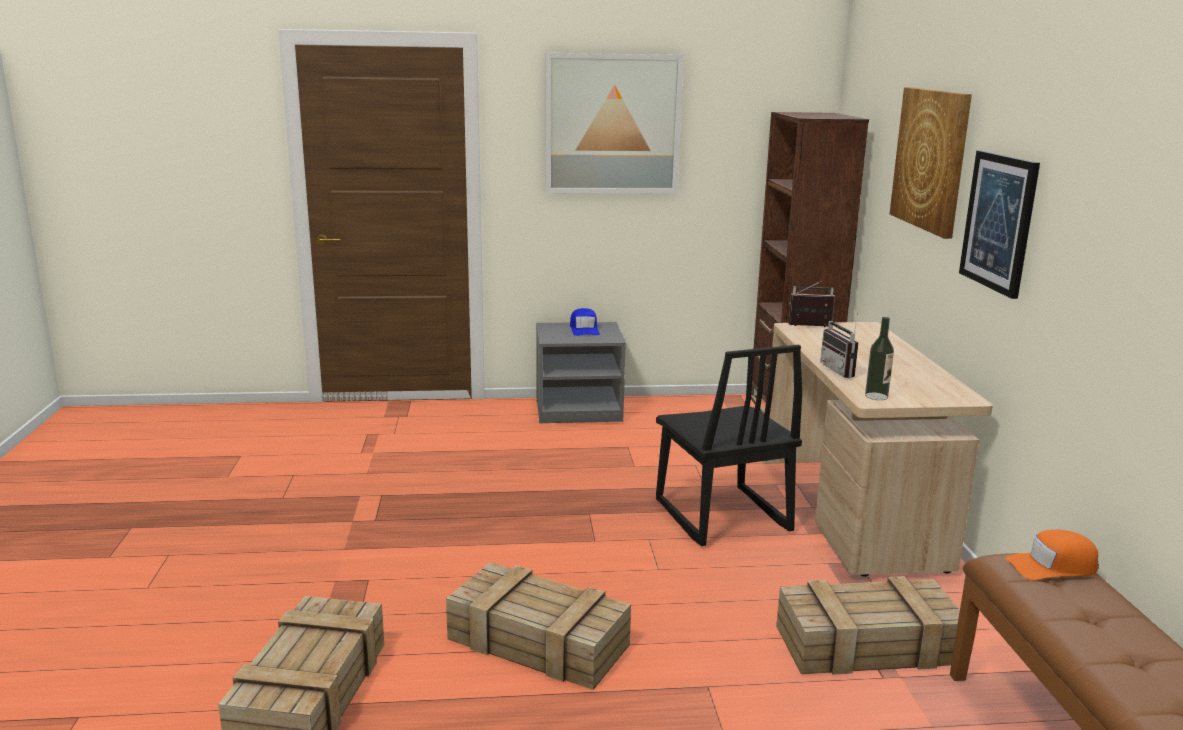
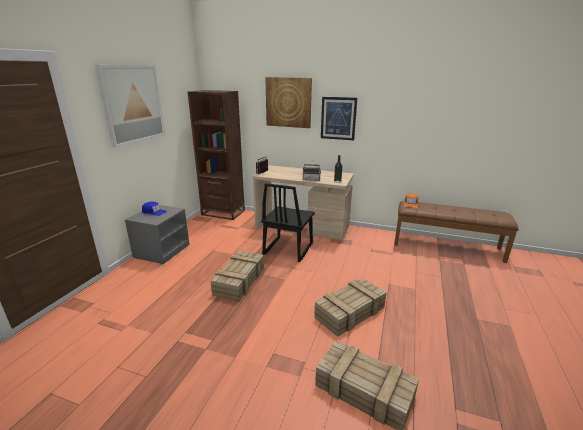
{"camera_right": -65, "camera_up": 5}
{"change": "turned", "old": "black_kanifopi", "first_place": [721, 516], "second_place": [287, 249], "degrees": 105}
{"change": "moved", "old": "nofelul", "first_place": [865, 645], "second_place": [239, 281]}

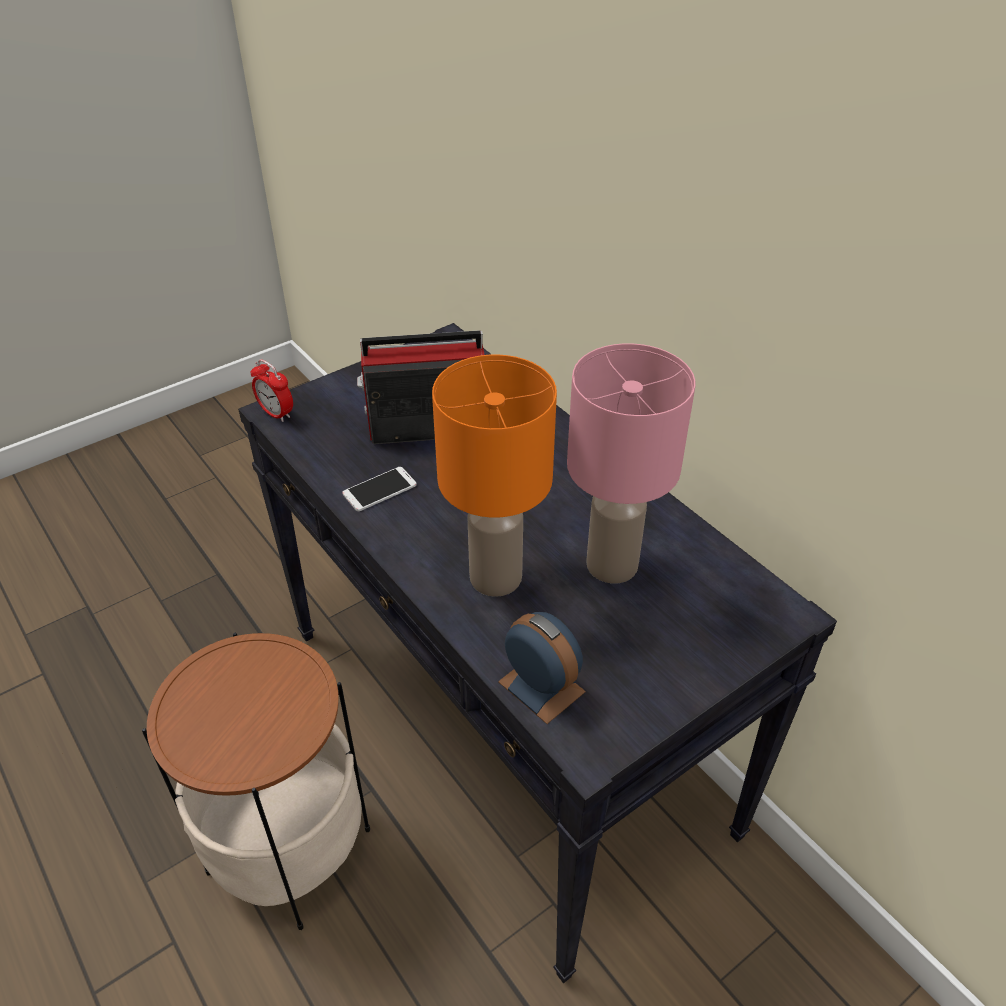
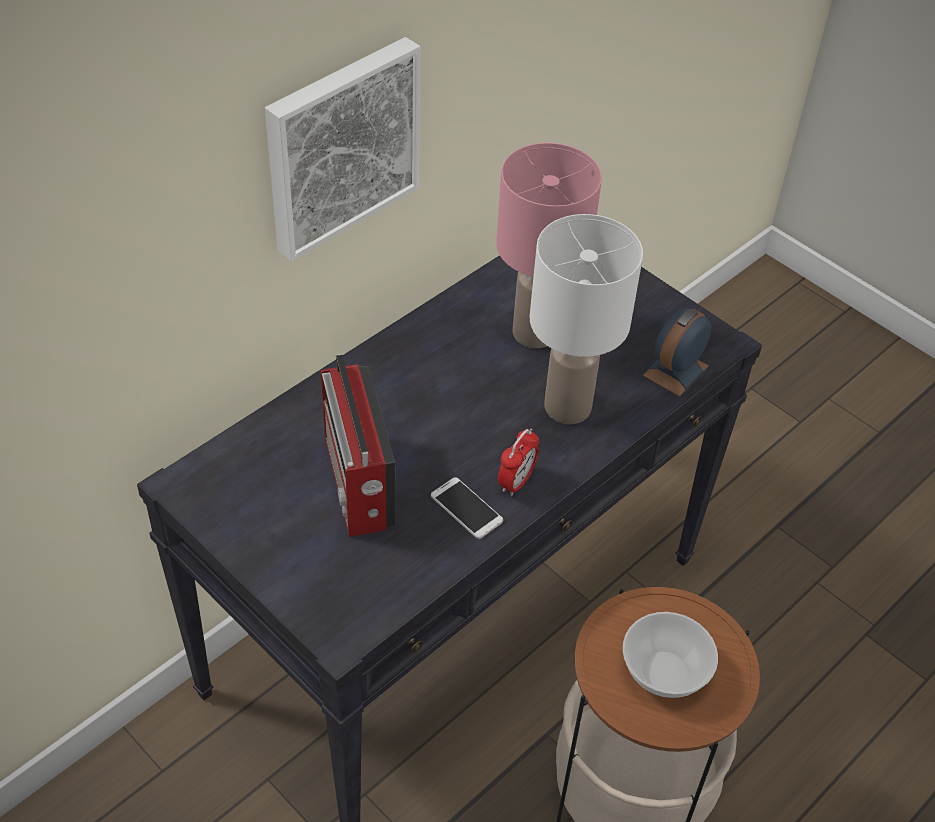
{"camera_right": -100, "camera_up": 5}
{"change": "recoloured", "old": "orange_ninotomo", "new": "white_ninotomo", "first_place": [497, 578], "second_place": [568, 405]}
{"change": "moved", "old": "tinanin", "first_place": [276, 413], "second_place": [516, 482]}
{"change": "added", "new": "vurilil", "second_place": [340, 145]}
{"change": "added", "new": "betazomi", "second_place": [663, 674]}

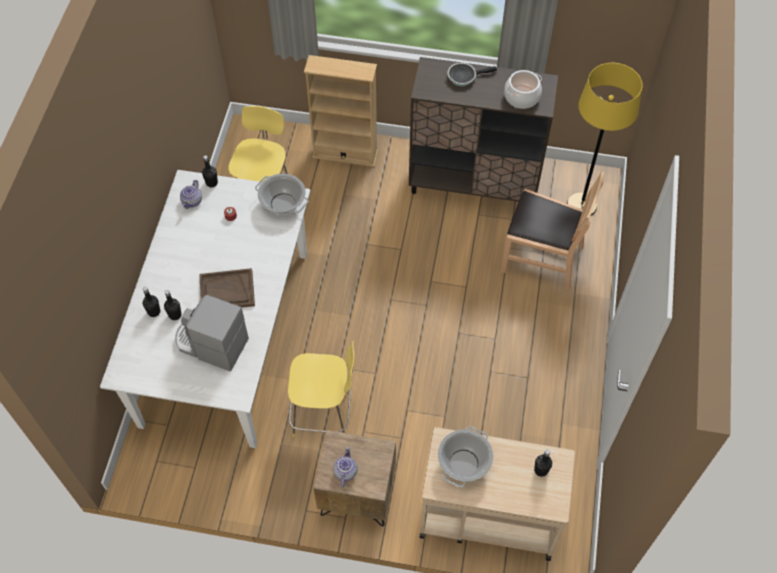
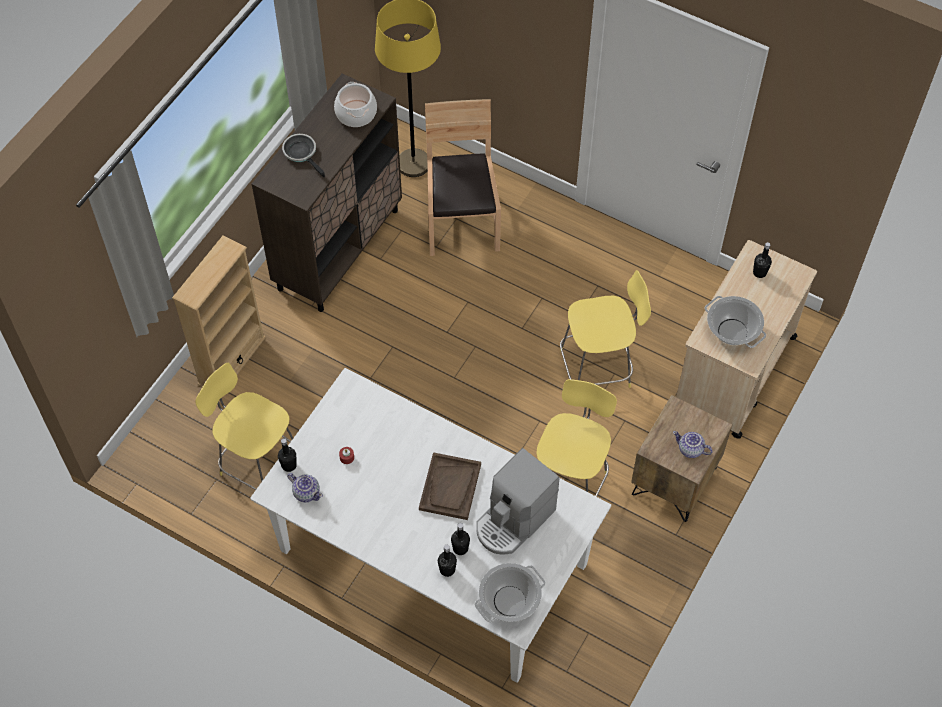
{"camera_right": -70, "camera_up": 0}
{"change": "turned", "old": "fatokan", "first_place": [464, 77], "second_place": [302, 153], "degrees": 135}
{"change": "turned", "old": "brown_kanifopi", "first_place": [542, 257], "second_place": [461, 221], "degrees": -45}
{"change": "moved", "old": "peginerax", "first_place": [282, 203], "second_place": [509, 602]}
{"change": "added", "new": "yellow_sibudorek", "second_place": [598, 368]}

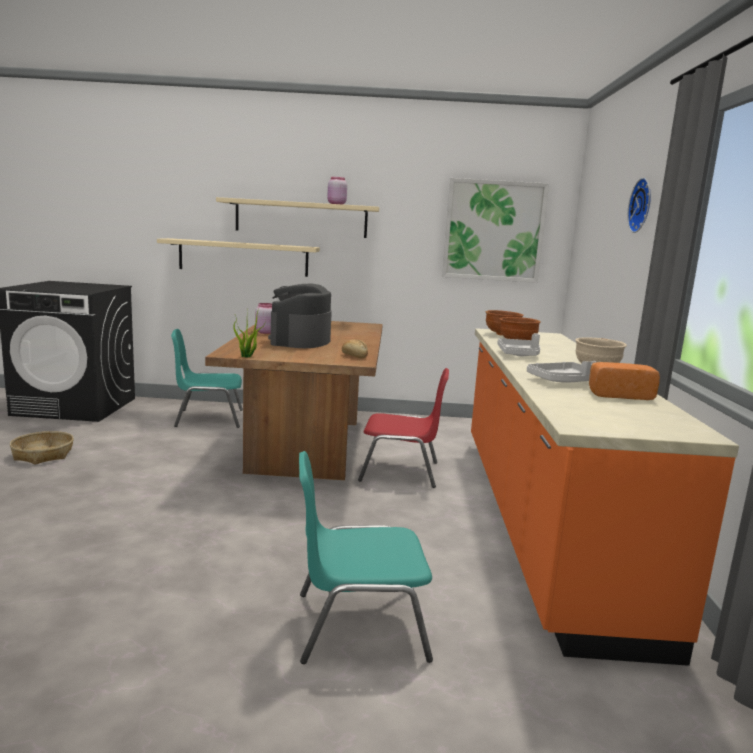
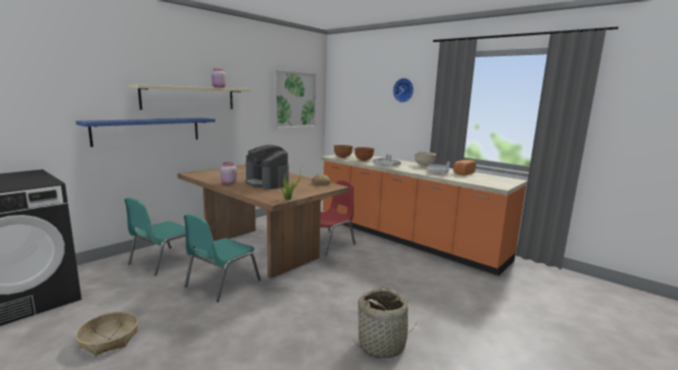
{"camera_right": -50, "camera_up": 0}
{"change": "recoloured", "old": "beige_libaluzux", "new": "blue_libaluzux", "first_place": [243, 257], "second_place": [148, 131]}
{"change": "moved", "old": "turquoise_kanifopi", "first_place": [358, 624], "second_place": [221, 283]}
{"change": "added", "new": "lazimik", "second_place": [382, 345]}

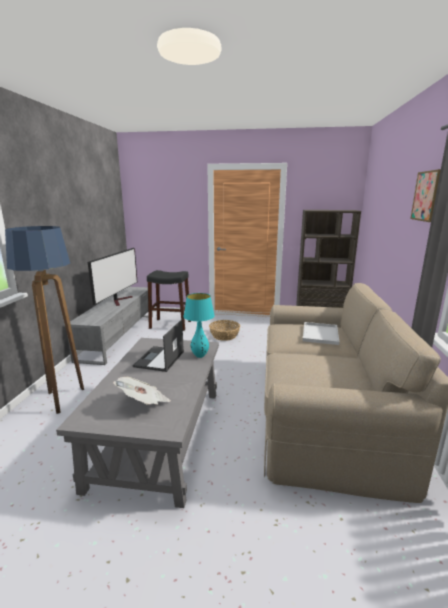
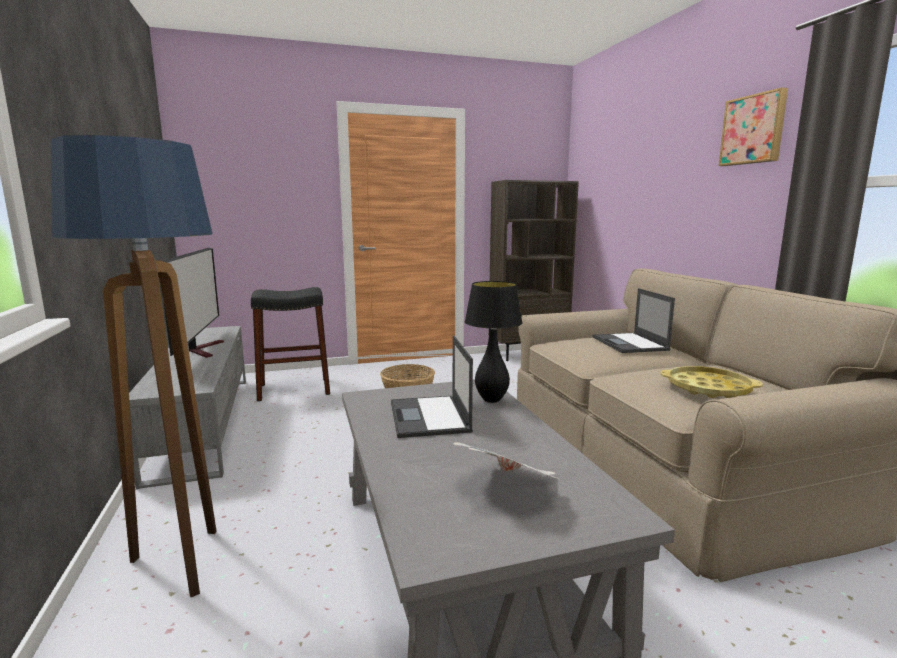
{"camera_right": -25, "camera_up": -5}
{"change": "recoloured", "old": "turquoise_ninotomo", "new": "black_ninotomo", "first_place": [200, 356], "second_place": [491, 400]}
{"change": "replaced", "old": "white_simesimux", "new": "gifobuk", "first_place": [320, 334], "second_place": [630, 344]}
{"change": "added", "new": "yellow_simesimux", "second_place": [708, 388]}

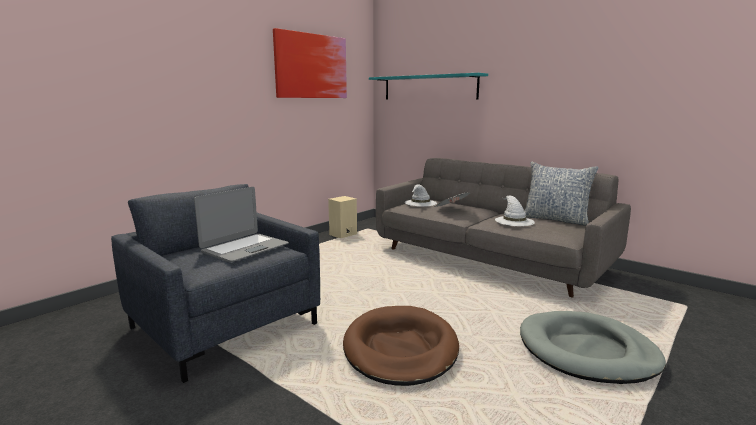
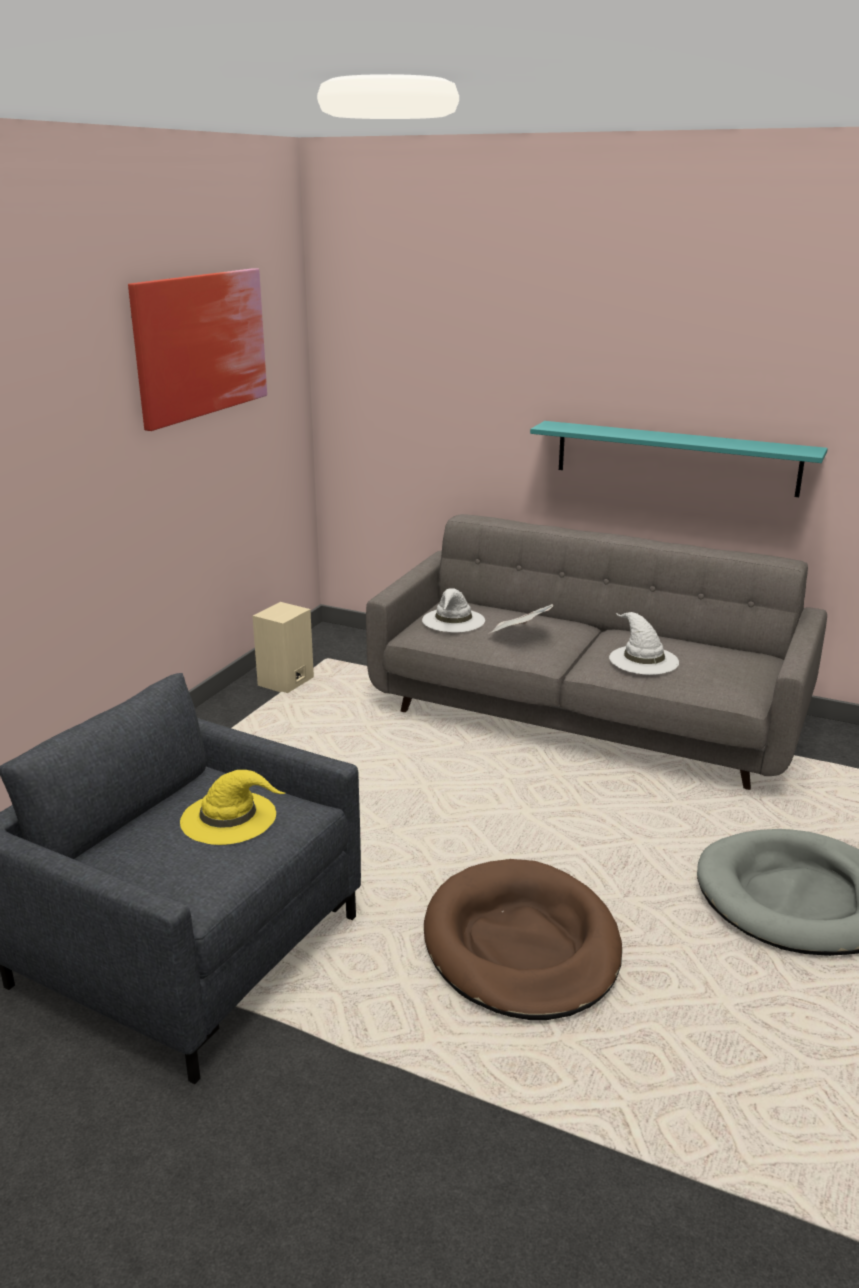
{"camera_right": -15, "camera_up": 10}
{"change": "moved", "old": "turquoise_libaluzux", "first_place": [429, 87], "second_place": [676, 458]}
{"change": "removed", "old": "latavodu", "first_place": [555, 219]}
{"change": "replaced", "old": "gifobuk", "new": "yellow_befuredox", "first_place": [244, 248], "second_place": [230, 817]}

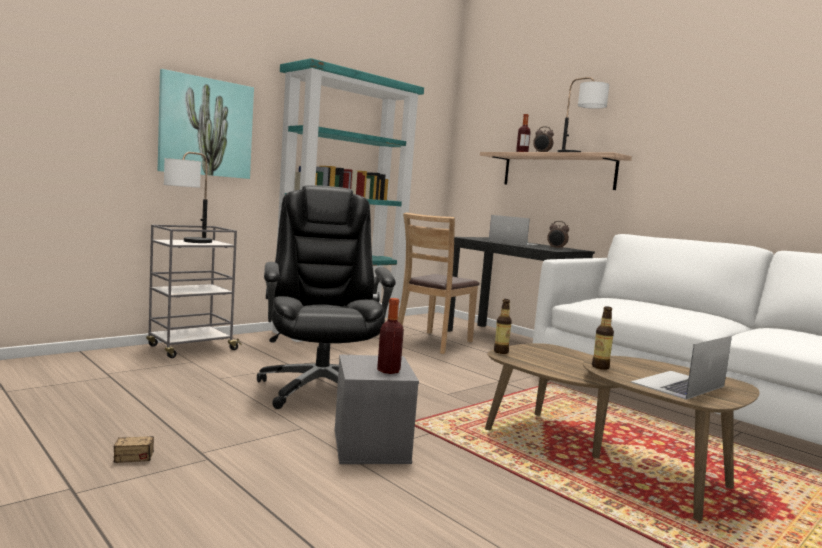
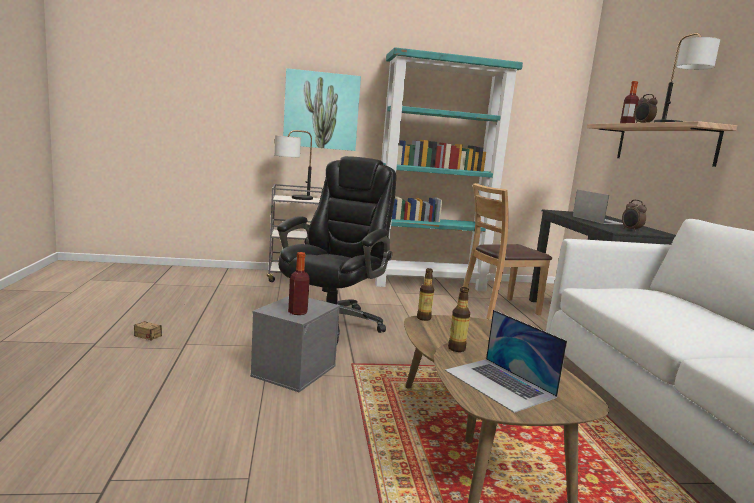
{"camera_right": 35, "camera_up": 5}
{"change": "turned", "old": "gifobuk", "first_place": [678, 384], "second_place": [499, 383], "degrees": -120}

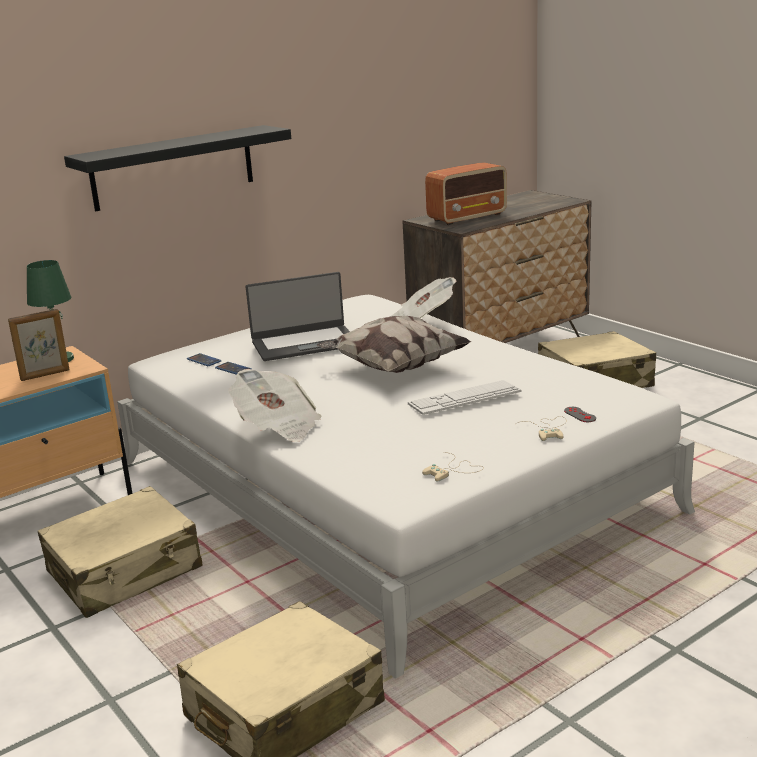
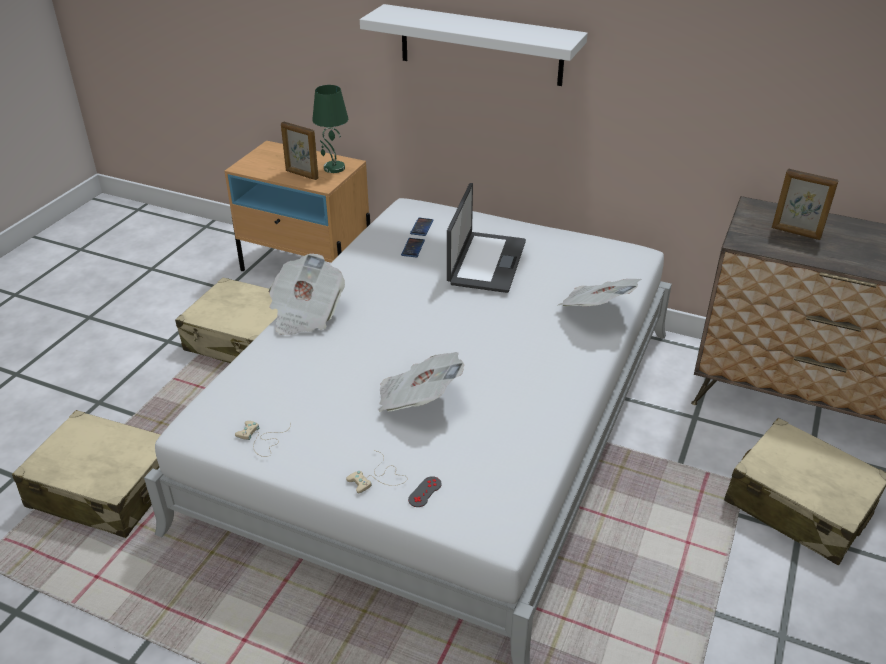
{"camera_right": 60, "camera_up": 15}
{"change": "recoloured", "old": "black_libaluzux", "new": "white_libaluzux", "first_place": [173, 167], "second_place": [480, 45]}
{"change": "replaced", "old": "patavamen", "new": "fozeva", "first_place": [468, 217], "second_place": [796, 233]}
{"change": "turned", "old": "gifobuk", "first_place": [304, 343], "second_place": [485, 262], "degrees": -120}
{"change": "removed", "old": "latavodu", "first_place": [393, 367]}
{"change": "replaced", "old": "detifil", "new": "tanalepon", "first_place": [464, 398], "second_place": [418, 399]}

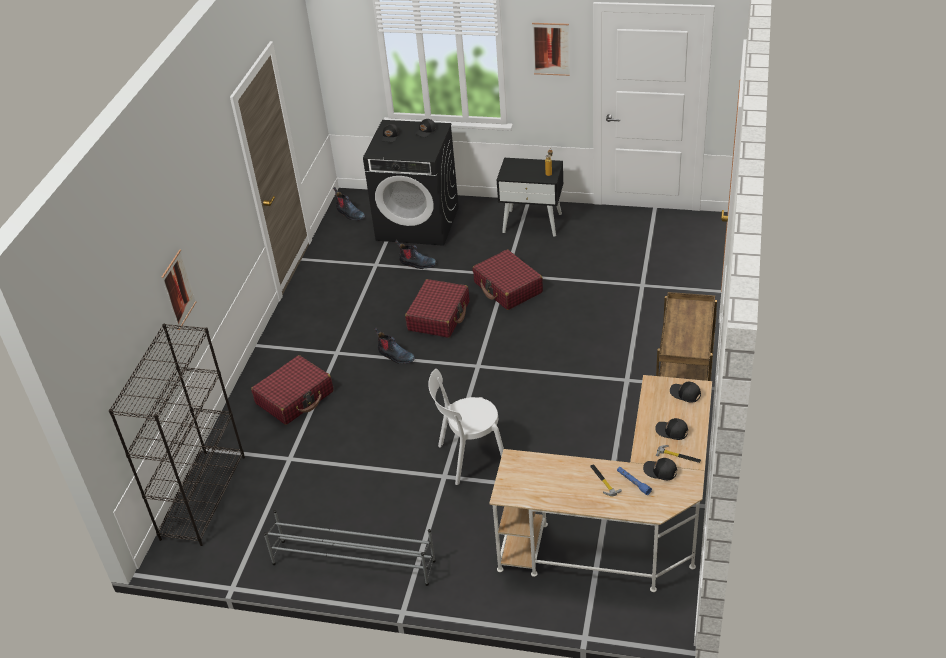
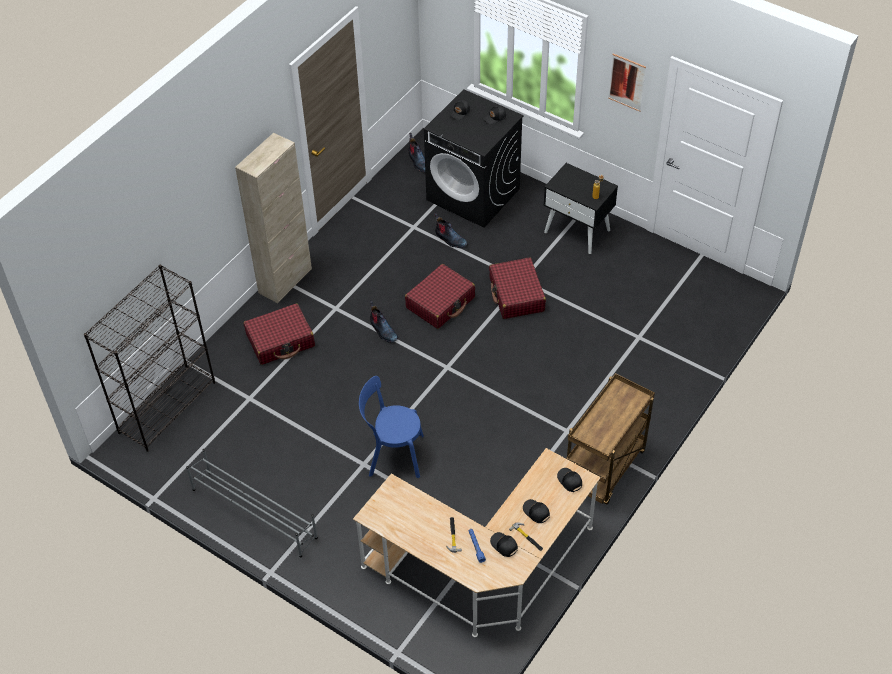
{"camera_right": 20, "camera_up": 10}
{"change": "removed", "old": "vurilil", "first_place": [178, 289]}
{"change": "recoloured", "old": "white_kanifopi", "new": "blue_kanifopi", "first_place": [469, 458], "second_place": [392, 455]}
{"change": "added", "new": "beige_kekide", "second_place": [285, 281]}

